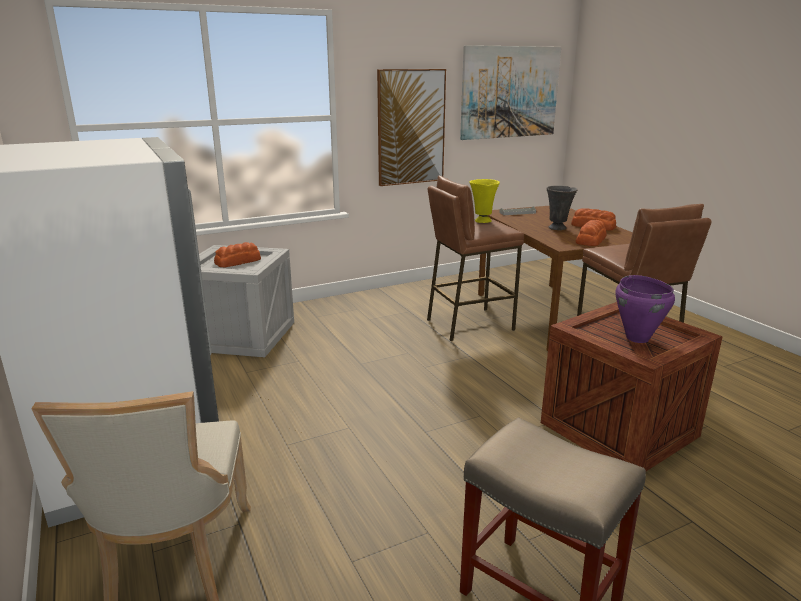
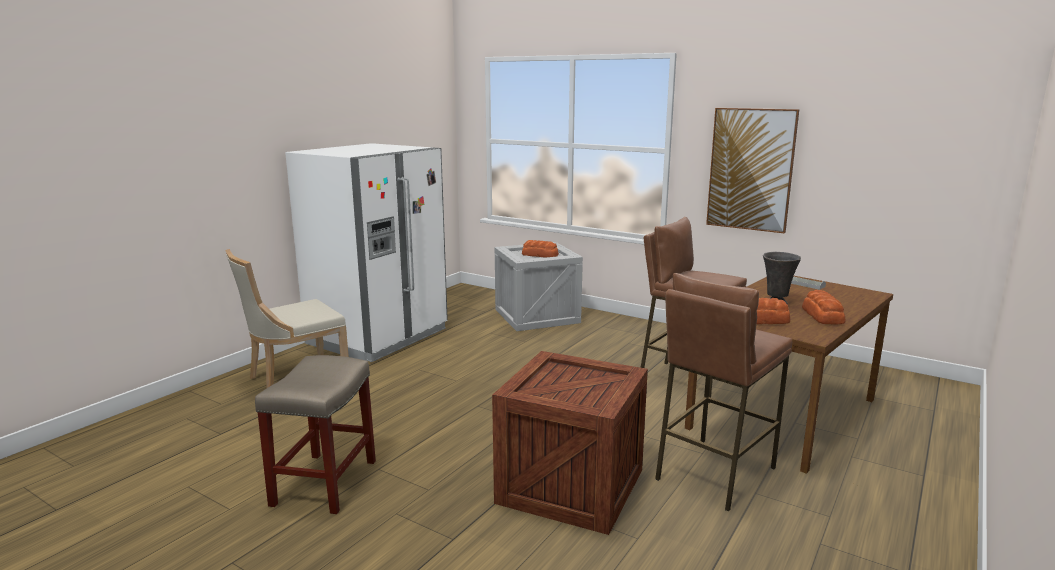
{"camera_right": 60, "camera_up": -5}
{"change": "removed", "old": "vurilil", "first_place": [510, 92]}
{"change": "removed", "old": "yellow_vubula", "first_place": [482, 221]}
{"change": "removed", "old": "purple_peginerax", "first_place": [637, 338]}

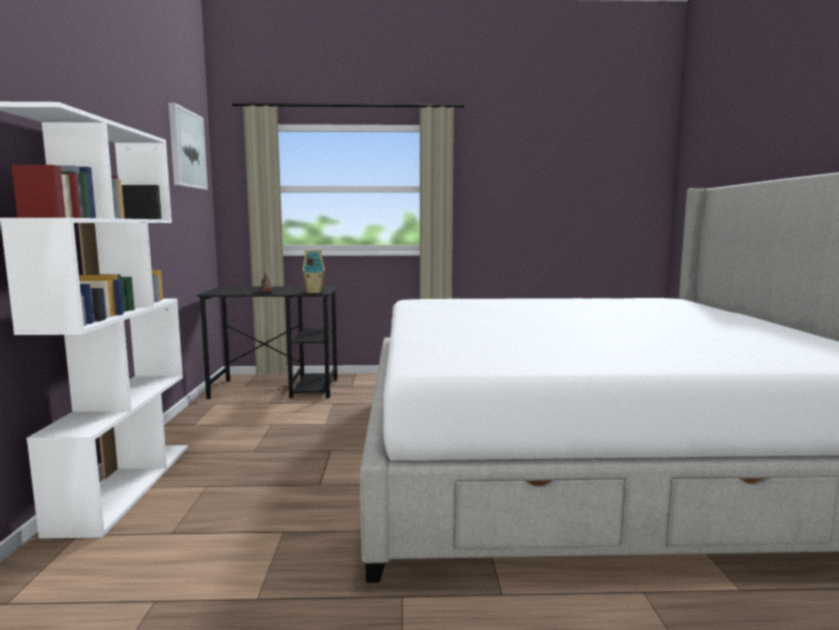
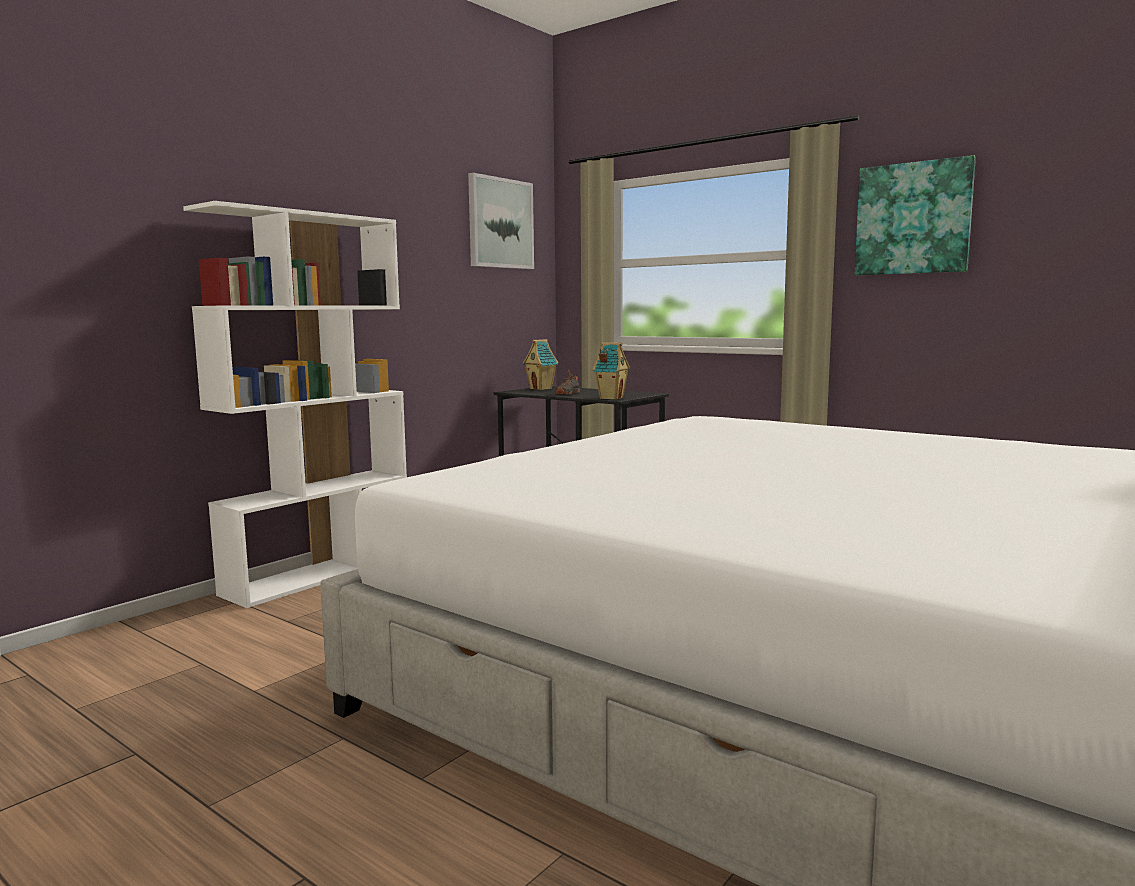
{"camera_right": 40, "camera_up": 0}
{"change": "added", "new": "vurilil", "second_place": [913, 218]}
{"change": "added", "new": "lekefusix", "second_place": [541, 388]}

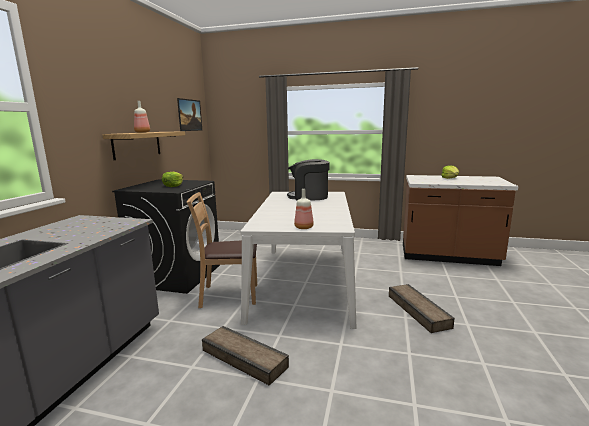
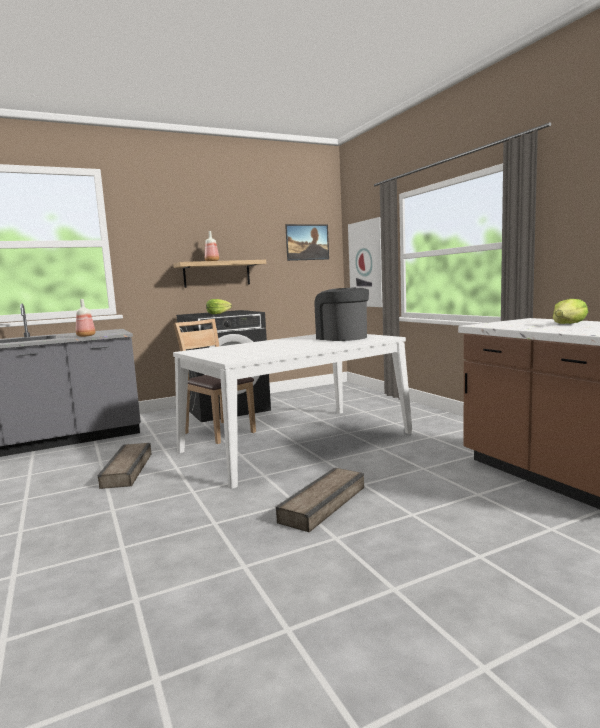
{"camera_right": 50, "camera_up": -5}
{"change": "moved", "old": "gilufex", "first_place": [304, 227], "second_place": [86, 336]}
{"change": "added", "new": "vurilil", "second_place": [367, 264]}

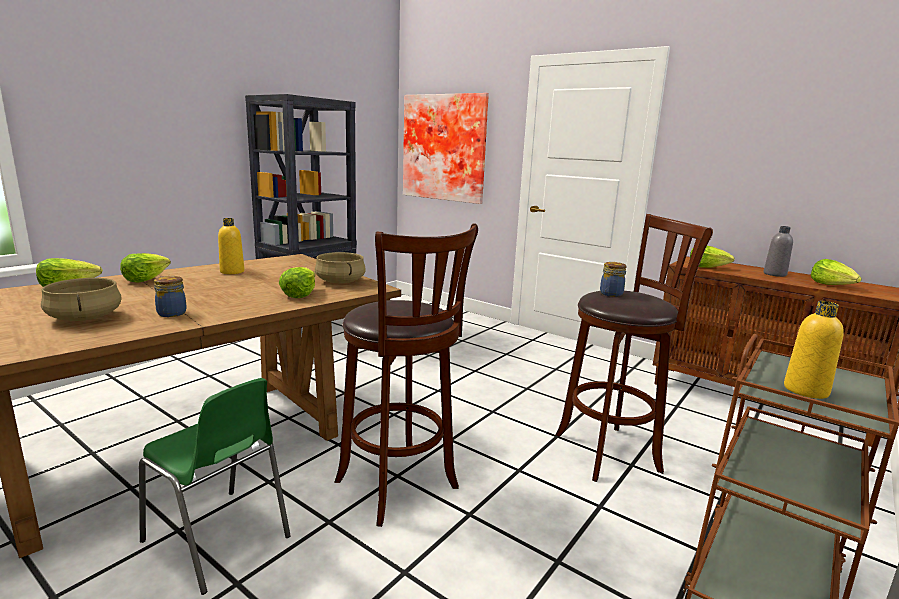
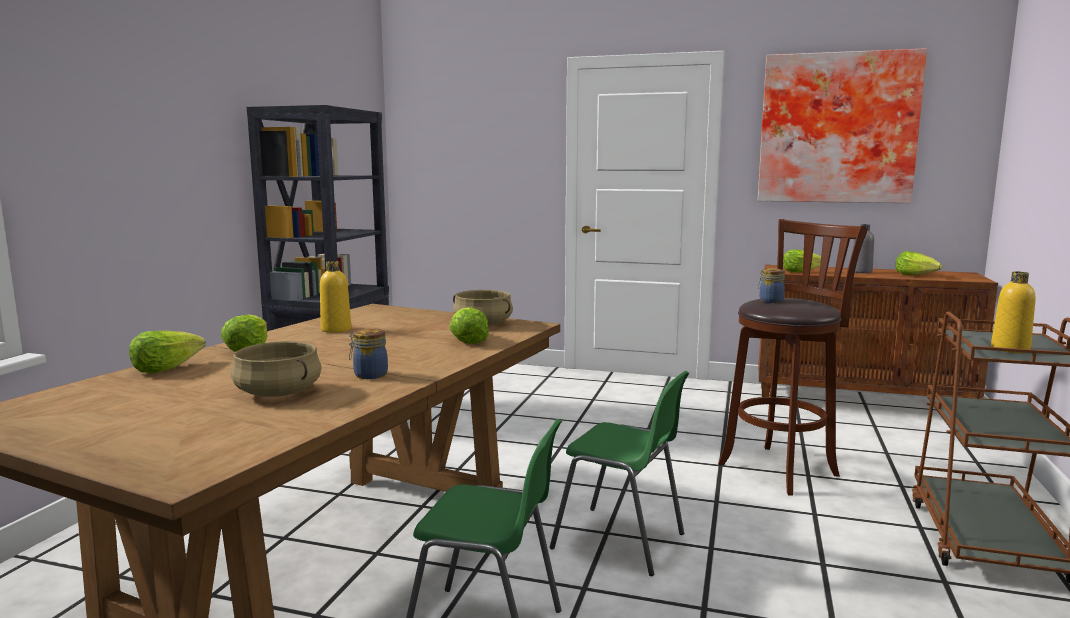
{"camera_right": -20, "camera_up": -5}
{"change": "moved", "old": "vurilil", "first_place": [445, 148], "second_place": [837, 128]}
{"change": "replaced", "old": "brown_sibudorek", "new": "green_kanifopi", "first_place": [400, 487], "second_place": [621, 542]}

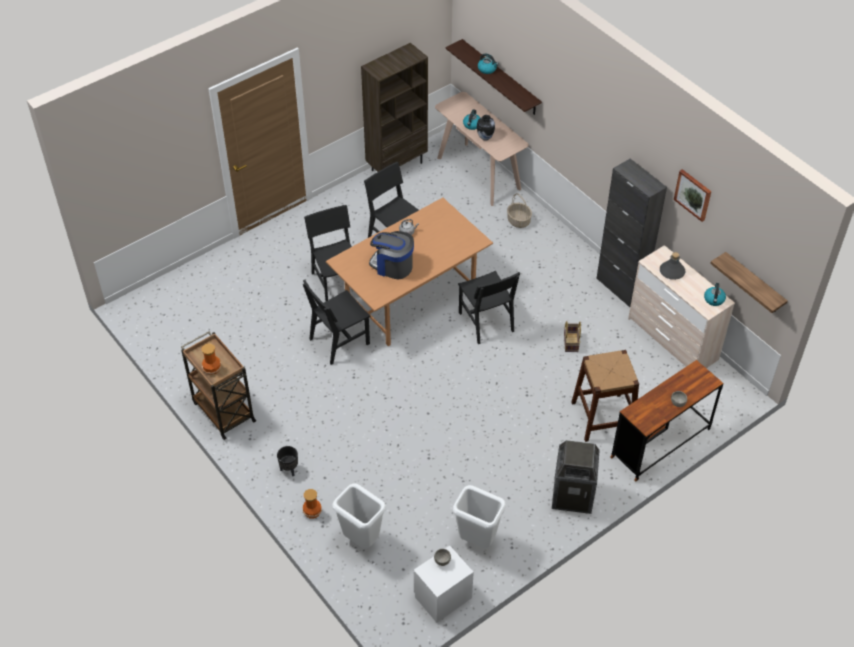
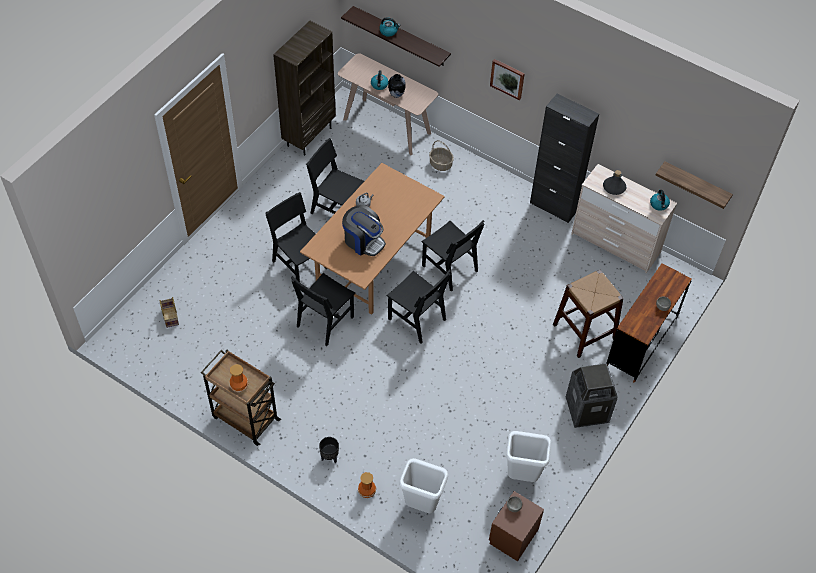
{"camera_right": -20, "camera_up": 5}
{"change": "moved", "old": "vurilil", "first_place": [693, 194], "second_place": [507, 78]}
{"change": "turned", "old": "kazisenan", "first_place": [392, 266], "second_place": [363, 241], "degrees": -150}
{"change": "moved", "old": "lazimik", "first_place": [571, 343], "second_place": [171, 317]}
{"change": "recoloured", "old": "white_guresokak", "new": "brown_guresokak", "first_place": [442, 596], "second_place": [512, 535]}
{"change": "added", "new": "black_kanifopi", "second_place": [416, 319]}

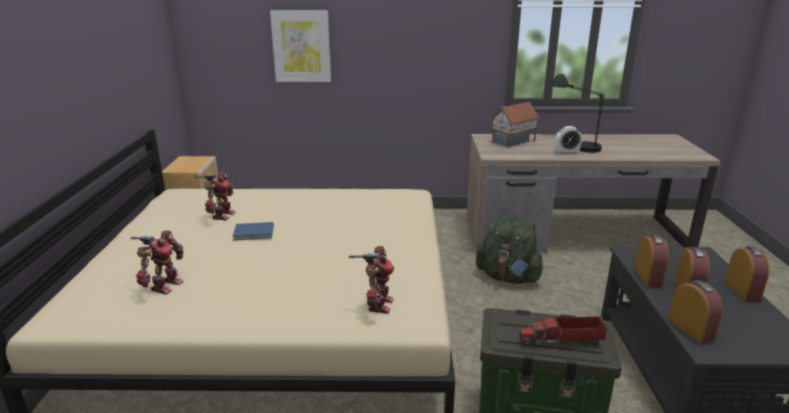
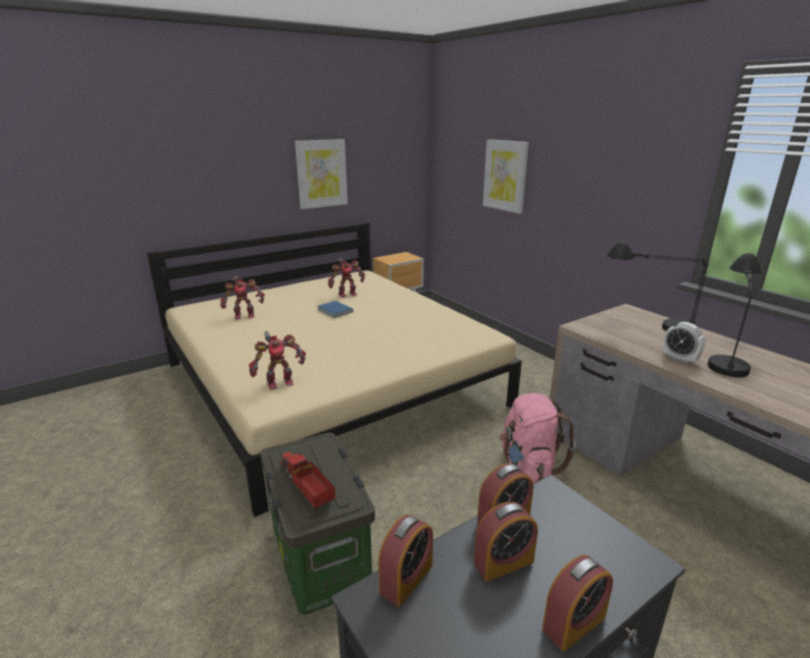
{"camera_right": 55, "camera_up": 0}
{"change": "replaced", "old": "lekefusix", "new": "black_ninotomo", "first_place": [513, 142], "second_place": [648, 326]}
{"change": "recoloured", "old": "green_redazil", "new": "pink_redazil", "first_place": [508, 277], "second_place": [528, 466]}
{"change": "added", "new": "vurilil", "second_place": [321, 173]}

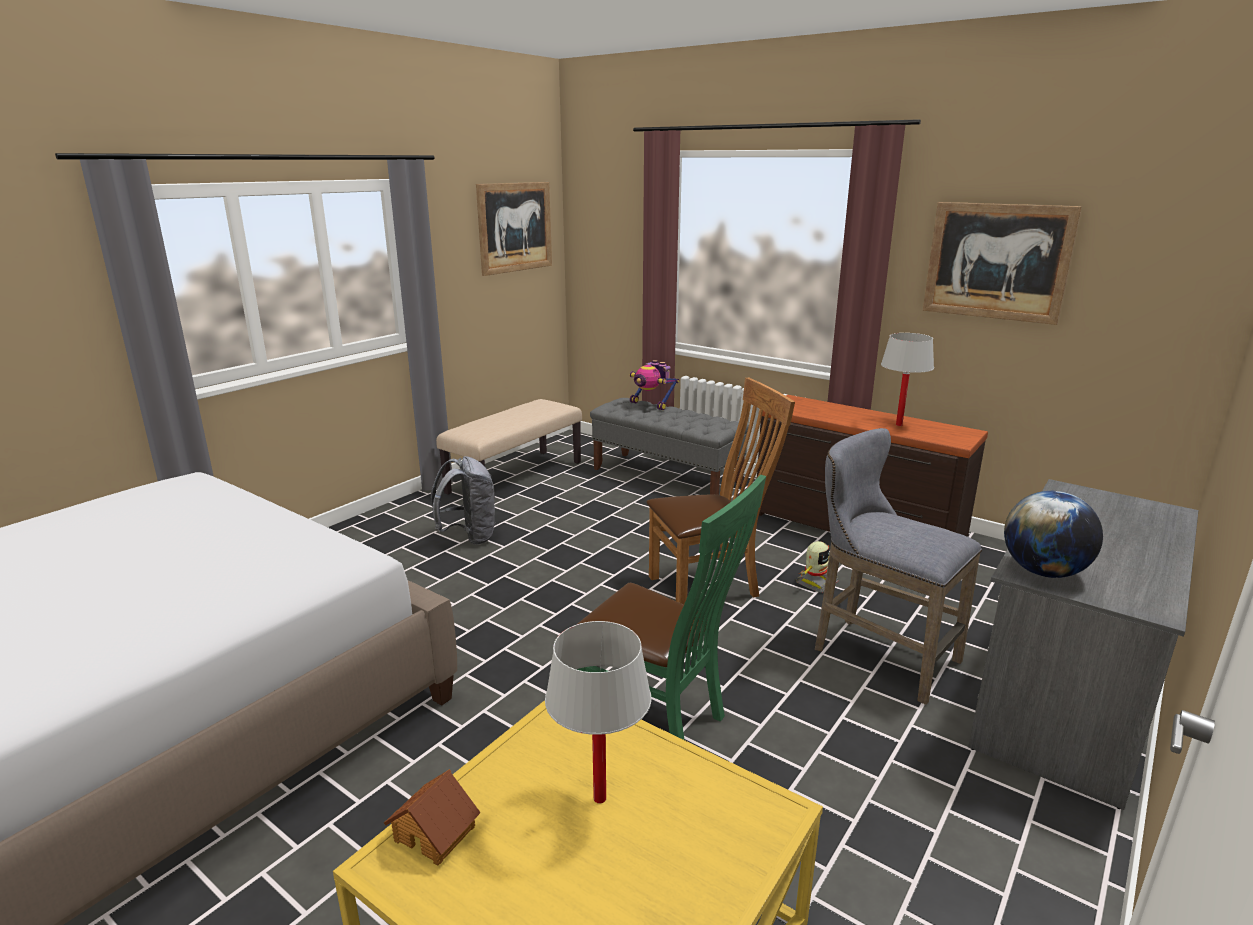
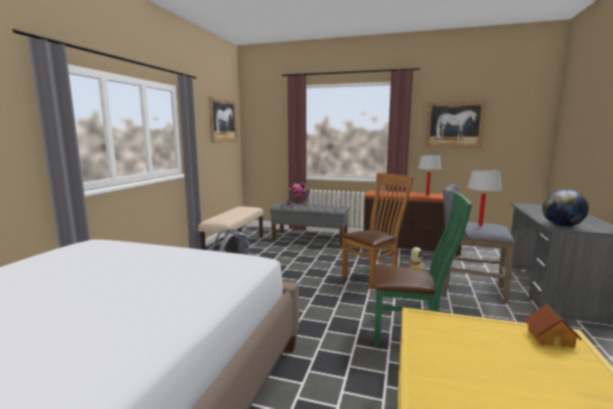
{"camera_right": -20, "camera_up": -10}
{"change": "moved", "old": "white_ninotomo", "first_place": [600, 798], "second_place": [480, 225]}
{"change": "moved", "old": "lekefusix", "first_place": [435, 832], "second_place": [550, 338]}

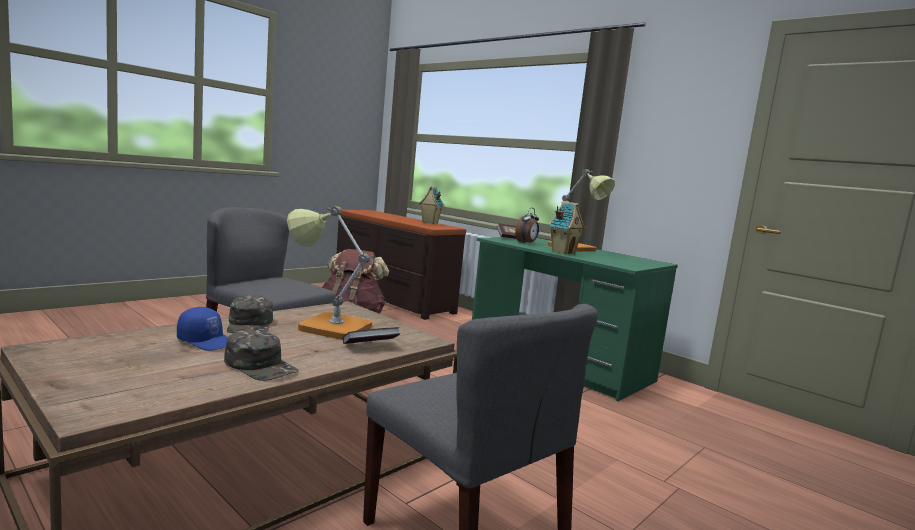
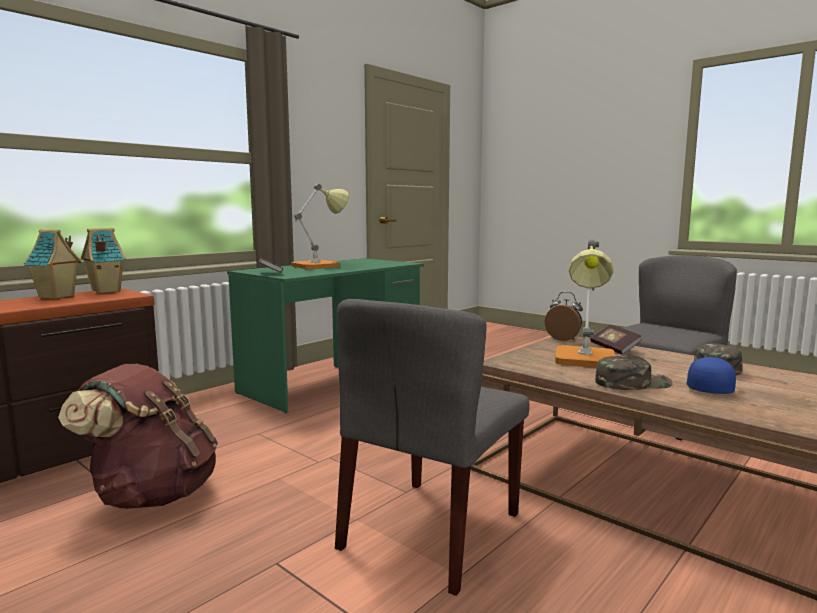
{"camera_right": -90, "camera_up": 0}
{"change": "moved", "old": "lekefusix", "first_place": [563, 252], "second_place": [105, 291]}
{"change": "moved", "old": "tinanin", "first_place": [526, 243], "second_place": [564, 339]}

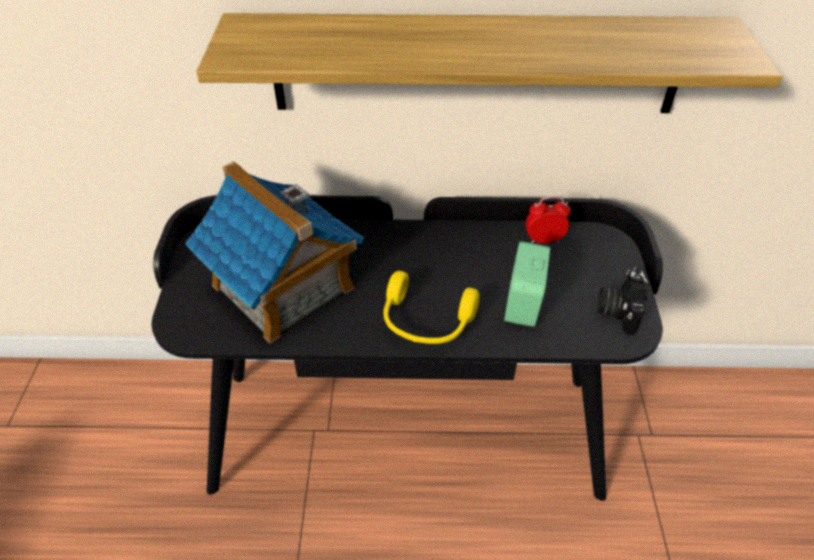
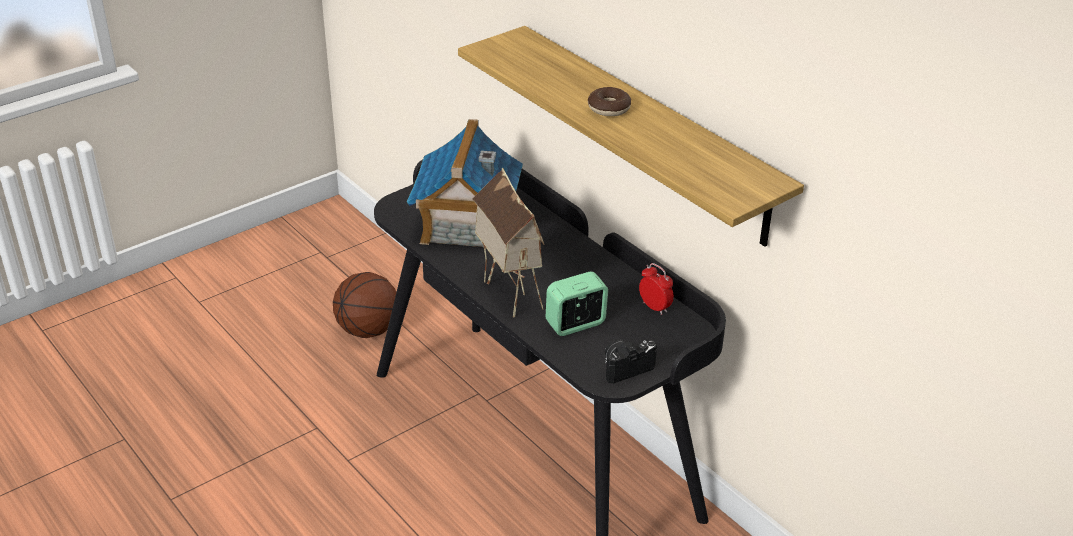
{"camera_right": 50, "camera_up": -10}
{"change": "replaced", "old": "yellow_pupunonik", "new": "lekefusix", "first_place": [426, 322], "second_place": [508, 292]}
{"change": "added", "new": "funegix", "second_place": [609, 108]}
{"change": "added", "new": "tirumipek", "second_place": [368, 329]}

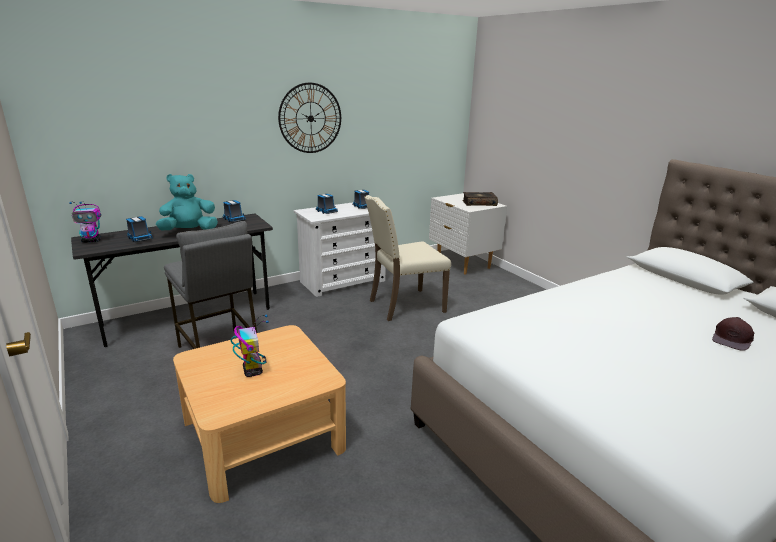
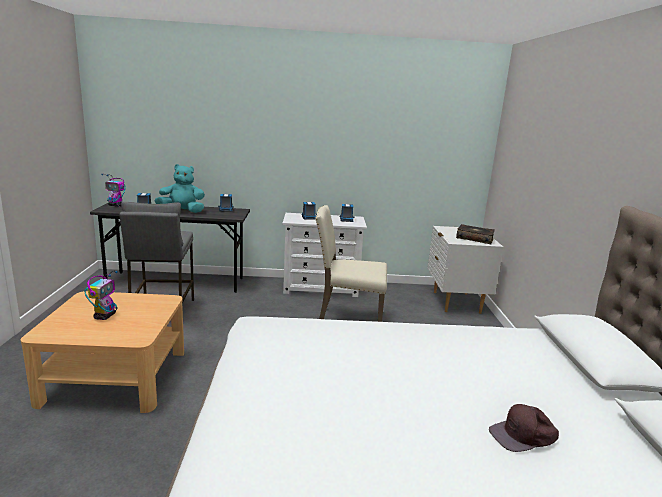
{"camera_right": 30, "camera_up": -5}
{"change": "removed", "old": "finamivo", "first_place": [310, 118]}

